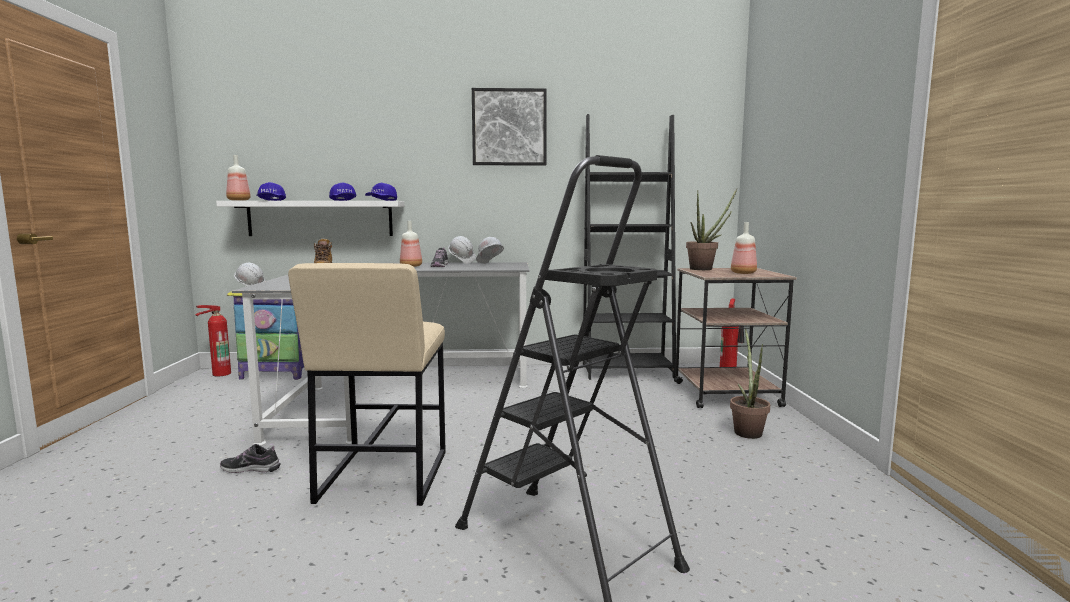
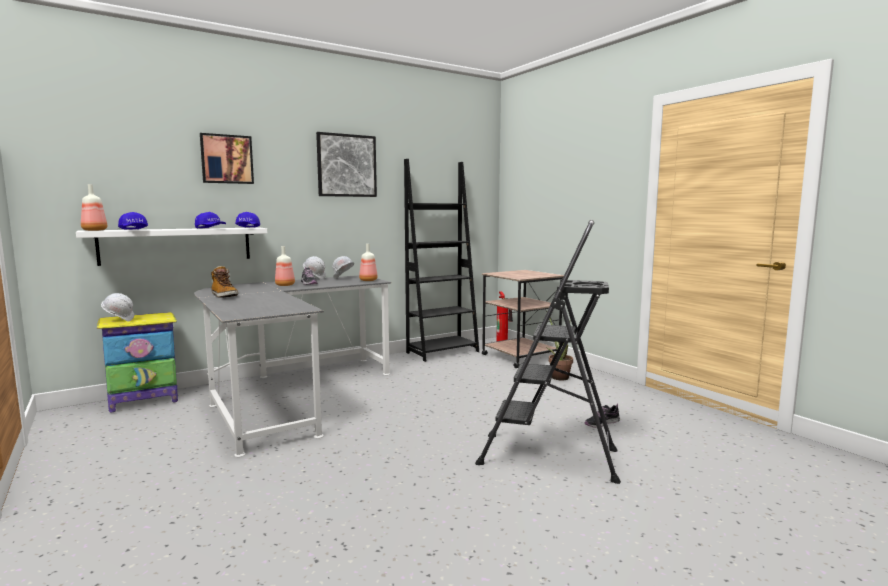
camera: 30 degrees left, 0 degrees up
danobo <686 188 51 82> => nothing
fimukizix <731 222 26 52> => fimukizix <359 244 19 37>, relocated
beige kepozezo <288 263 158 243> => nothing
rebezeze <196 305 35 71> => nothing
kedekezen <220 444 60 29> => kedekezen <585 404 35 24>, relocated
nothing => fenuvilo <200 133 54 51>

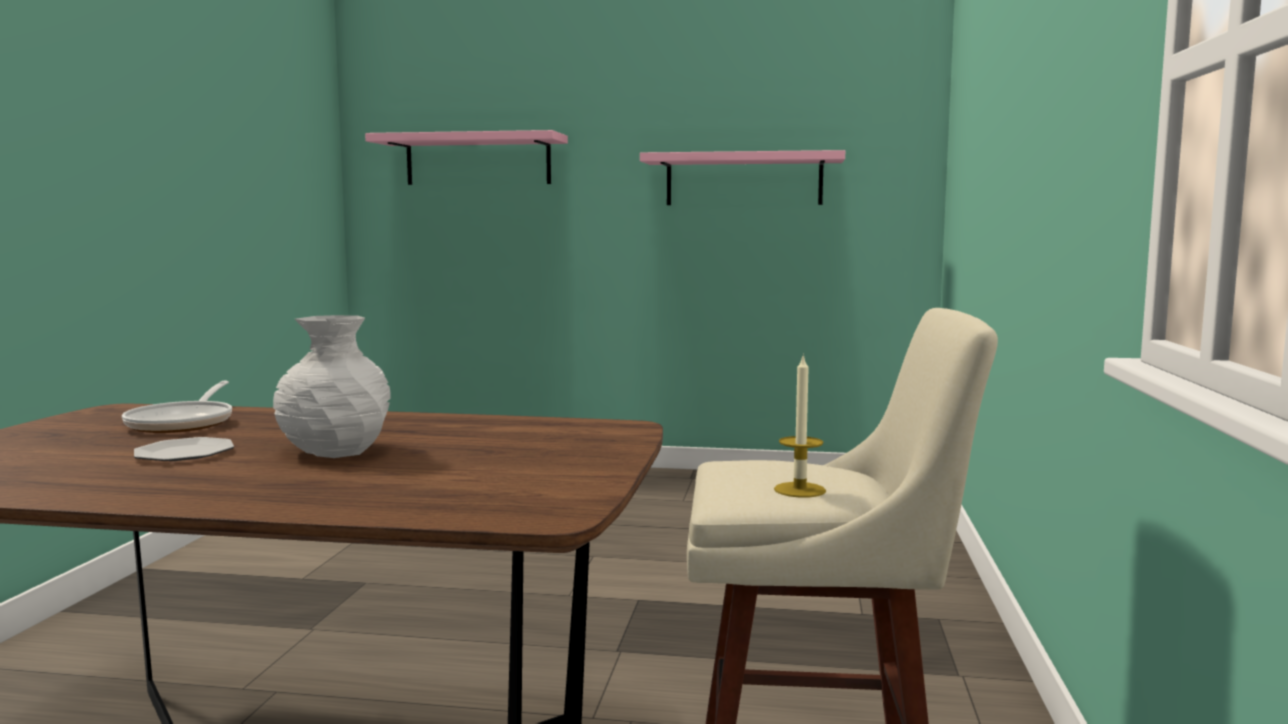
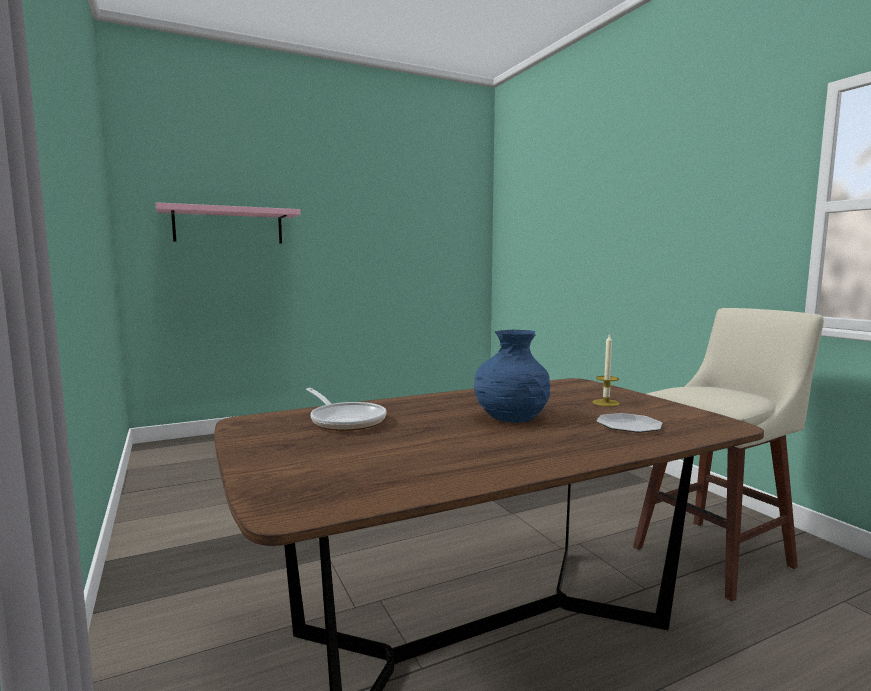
camera: 35 degrees left, 0 degrees up
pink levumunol <640 150 205 55> => nothing
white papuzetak <273 315 117 143> => blue papuzetak <474 330 76 93>
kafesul <774 354 52 144> => kafesul <593 333 27 74>, relocated
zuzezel <134 437 100 24> => zuzezel <596 413 66 20>, relocated

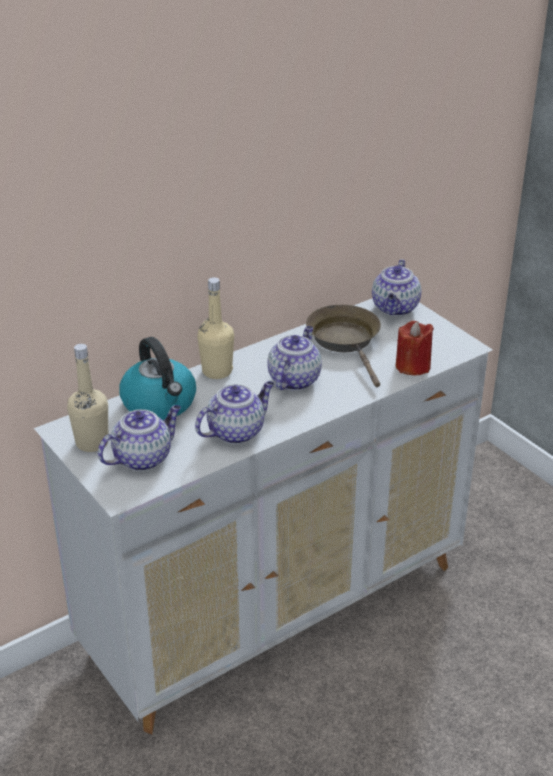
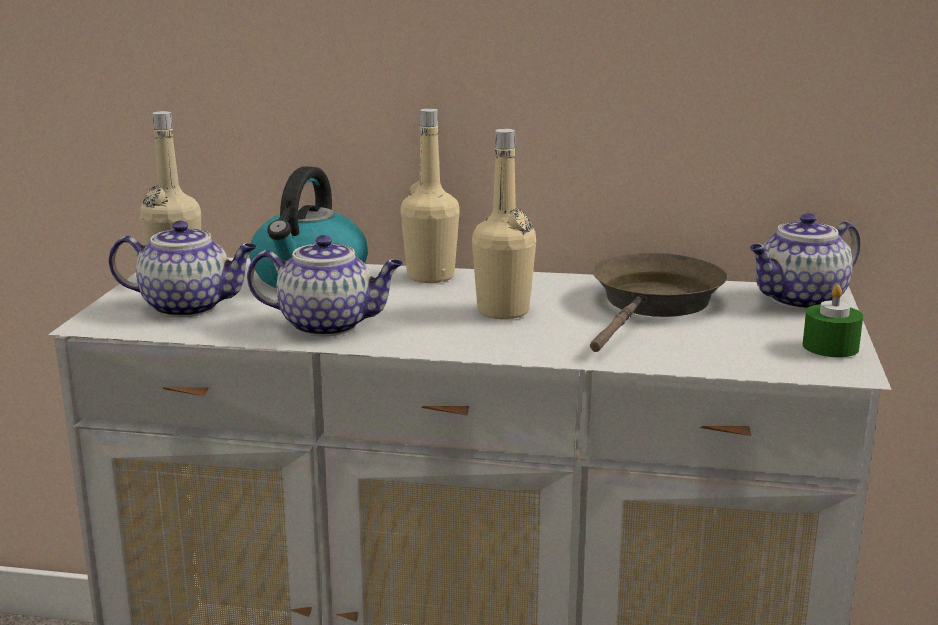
camera: 45 degrees right, 15 degrees down
red kafesul <395 321 39 55> => nothing
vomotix <267 326 55 65> => beige fimukizix <472 129 64 190>
nothing => green kafesul <802 285 61 72>

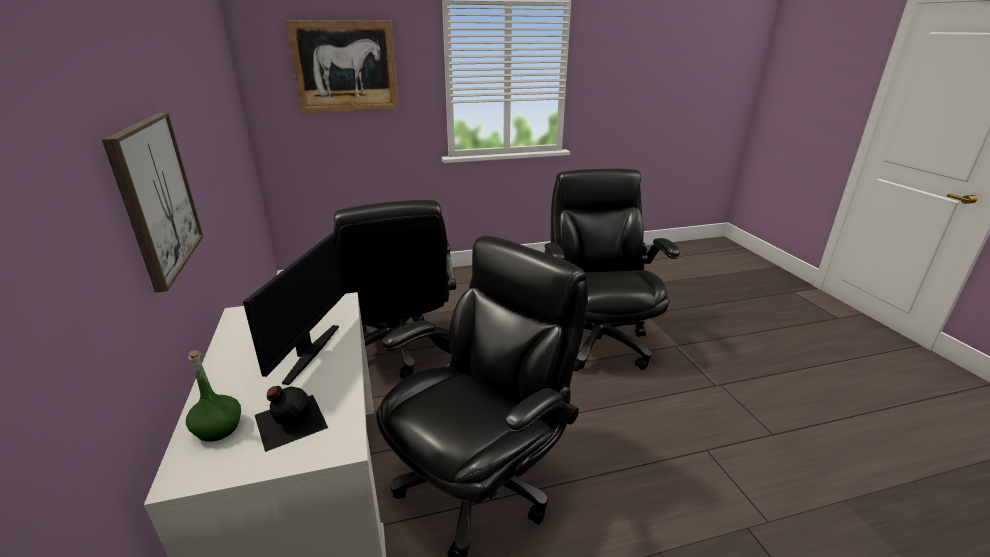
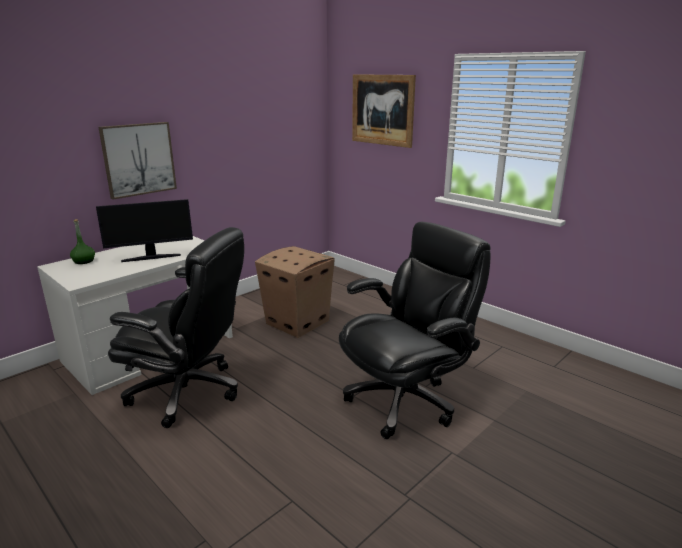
camera: 60 degrees right, 5 degrees down
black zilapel <333 200 123 179> => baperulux <255 246 80 92>
black fimukizix <255 386 73 66> => nothing

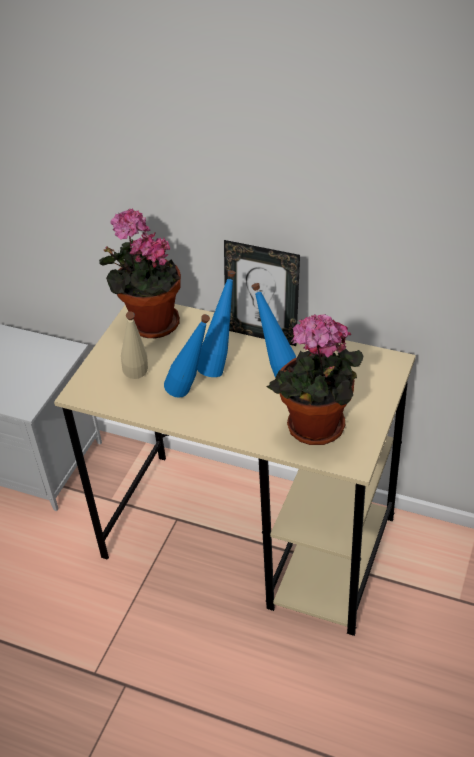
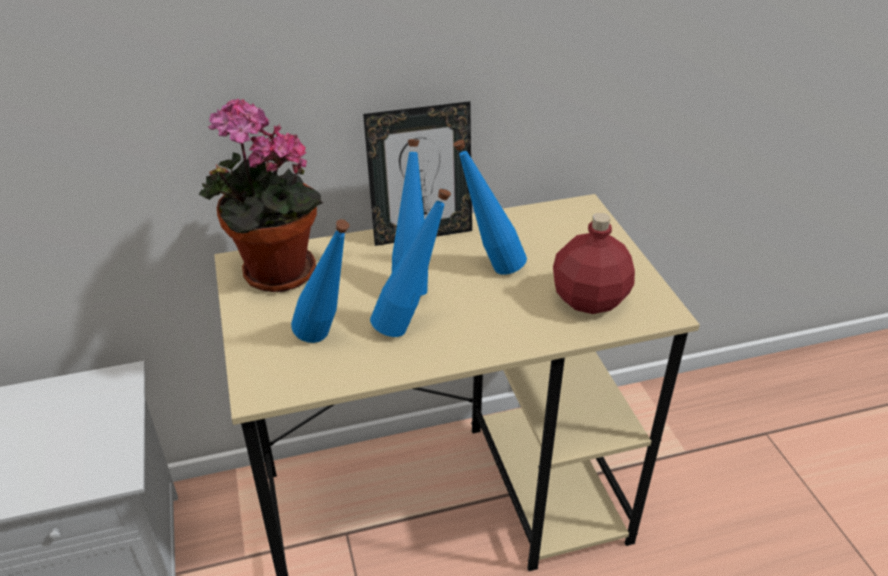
camera: 40 degrees left, 5 degrees down
beige fimukizix <121 311 27 68> => blue fimukizix <291 219 59 124>
danobo <267 314 96 131> => red fimukizix <553 212 82 102>

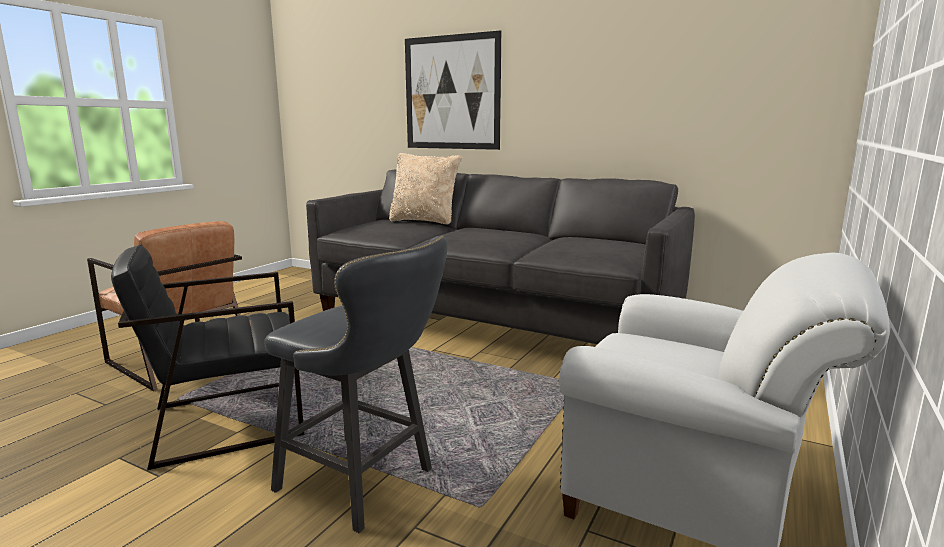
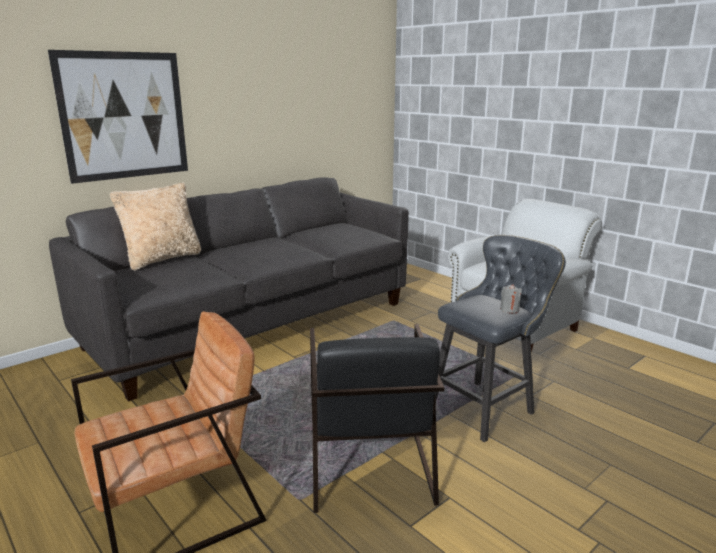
camera: 70 degrees left, 5 degrees up
nothing => grey kafesul <500 284 22 30>

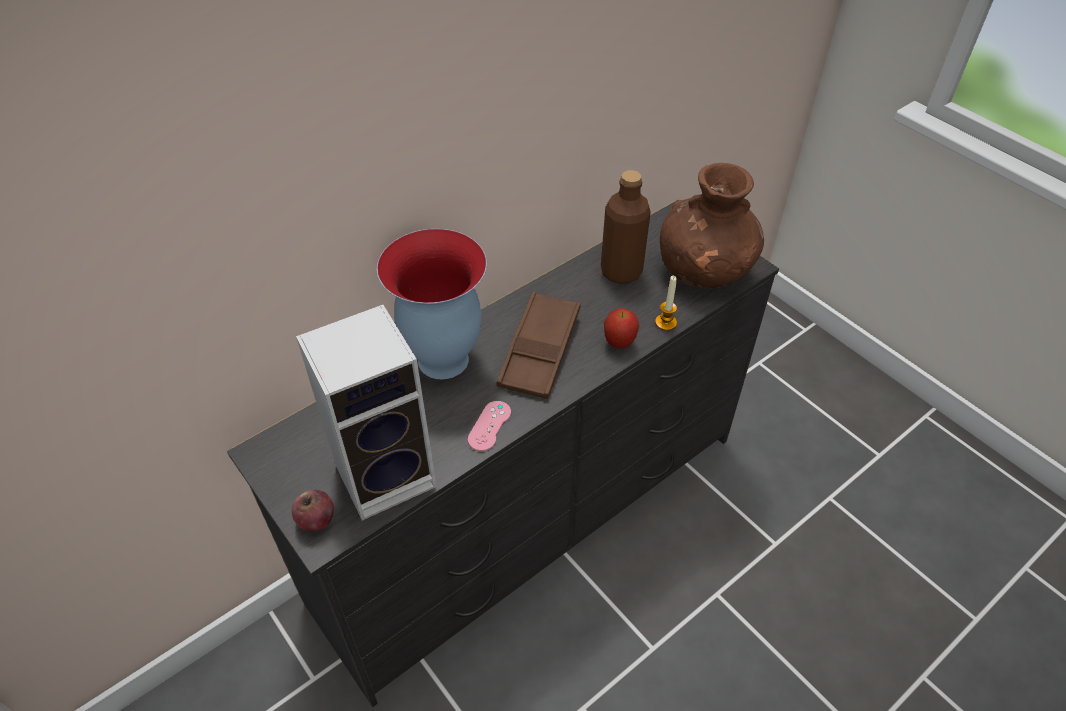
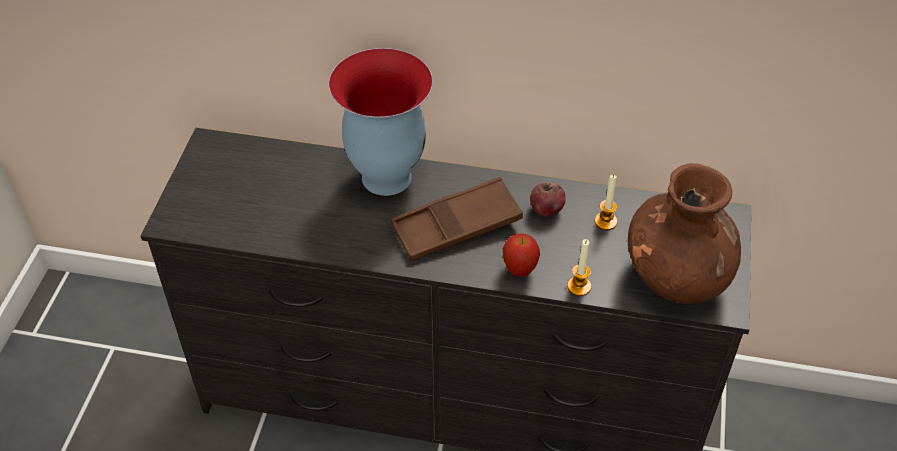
camera: 50 degrees right, 0 degrees up
brown fimukizix <601 170 50 114> => kafesul <595 175 22 55>
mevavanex <296 305 141 216> => nothing
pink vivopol <468 401 43 50> => nothing
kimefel <292 490 42 42> => kimefel <530 182 36 35>, relocated

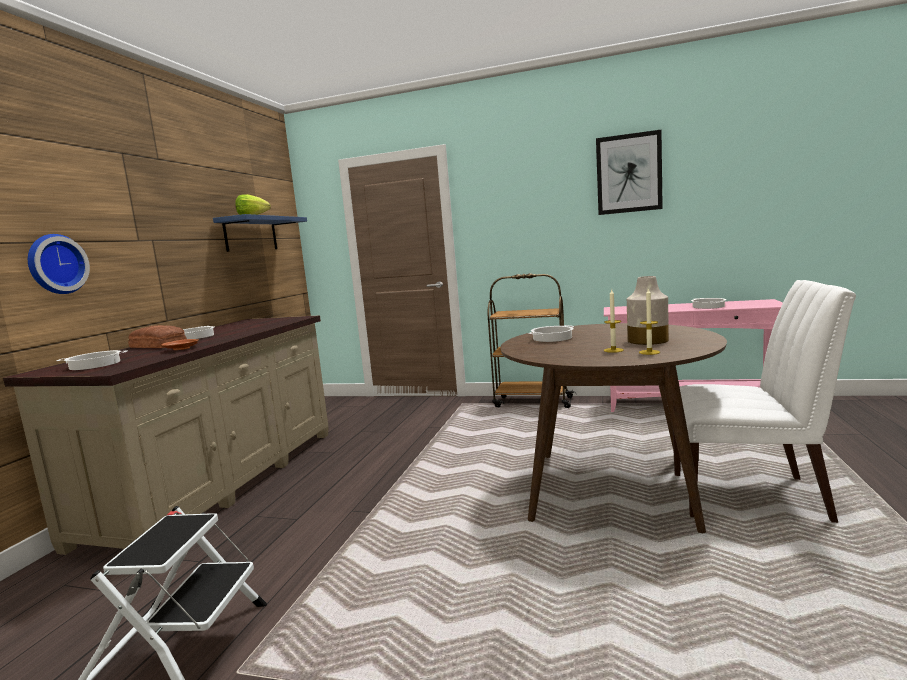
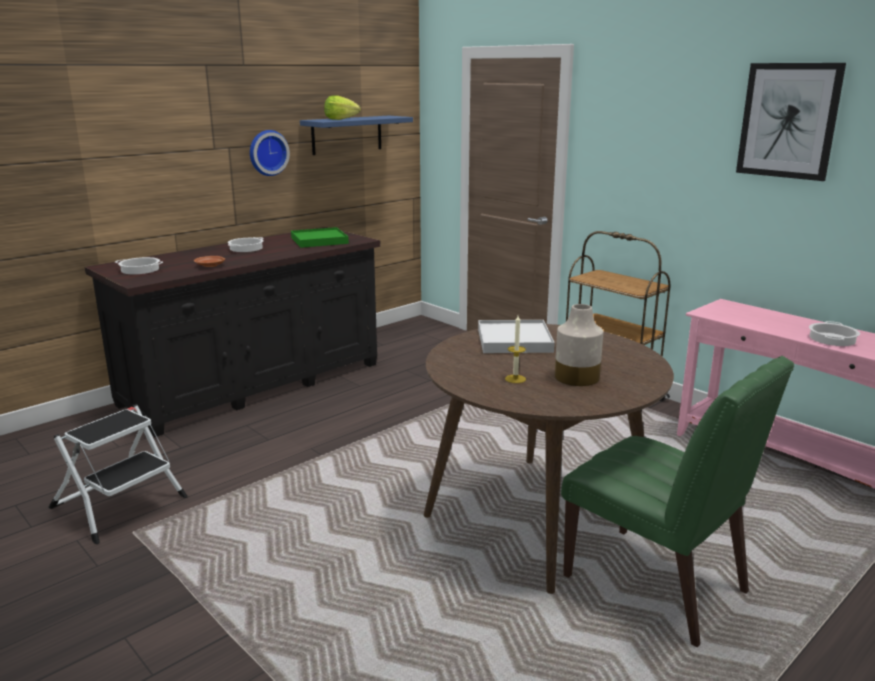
camera: 30 degrees right, 10 degrees up
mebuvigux <28 234 62 60> => mebuvigux <250 130 40 46>, relocated
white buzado <667 280 189 243> => green buzado <561 356 233 291>
kafesul <639 289 21 66> => nothing
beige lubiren <3 315 325 240> => black lubiren <85 227 296 210>
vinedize <128 325 59 23> => nothing
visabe <529 325 45 17> => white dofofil <478 320 77 33>
nothing => green dofofil <291 227 58 21>

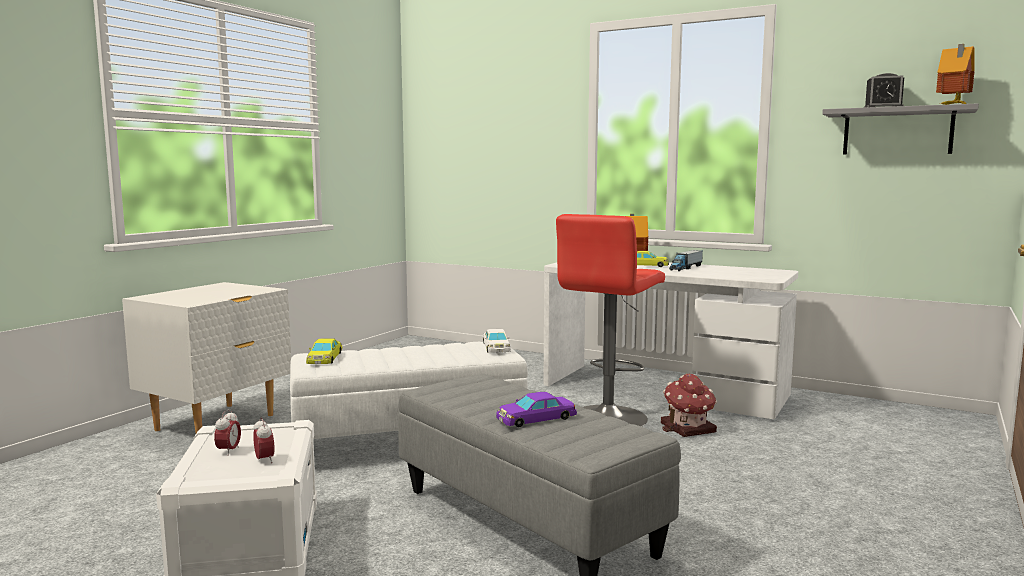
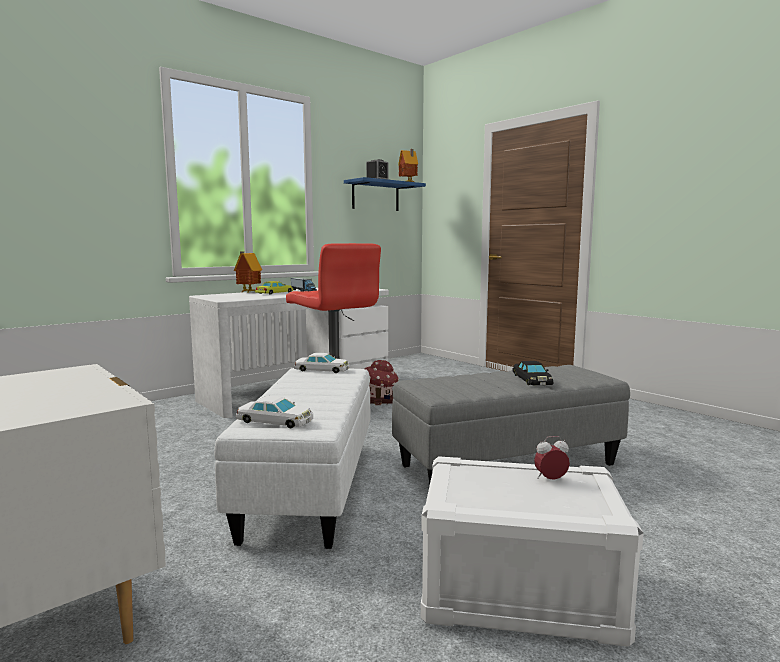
camera: 70 degrees left, 0 degrees up
grey levumunol <822 103 157 52> => blue levumunol <344 177 82 34>
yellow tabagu <306 338 36 26> => white tabagu <235 396 78 32>
purple tabagu <496 392 81 35> => black tabagu <512 361 42 24>
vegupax <214 409 27 47> => nothing

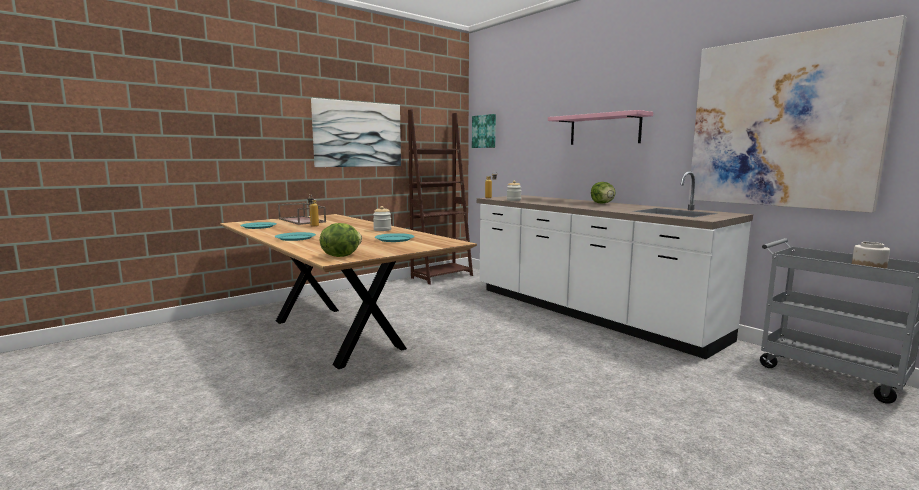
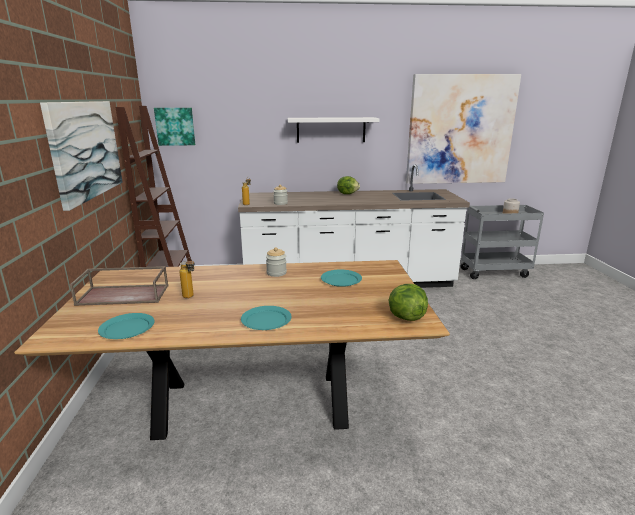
camera: 55 degrees left, 10 degrees up
pink levumunol <548 110 105 35> => white levumunol <288 117 91 26>

